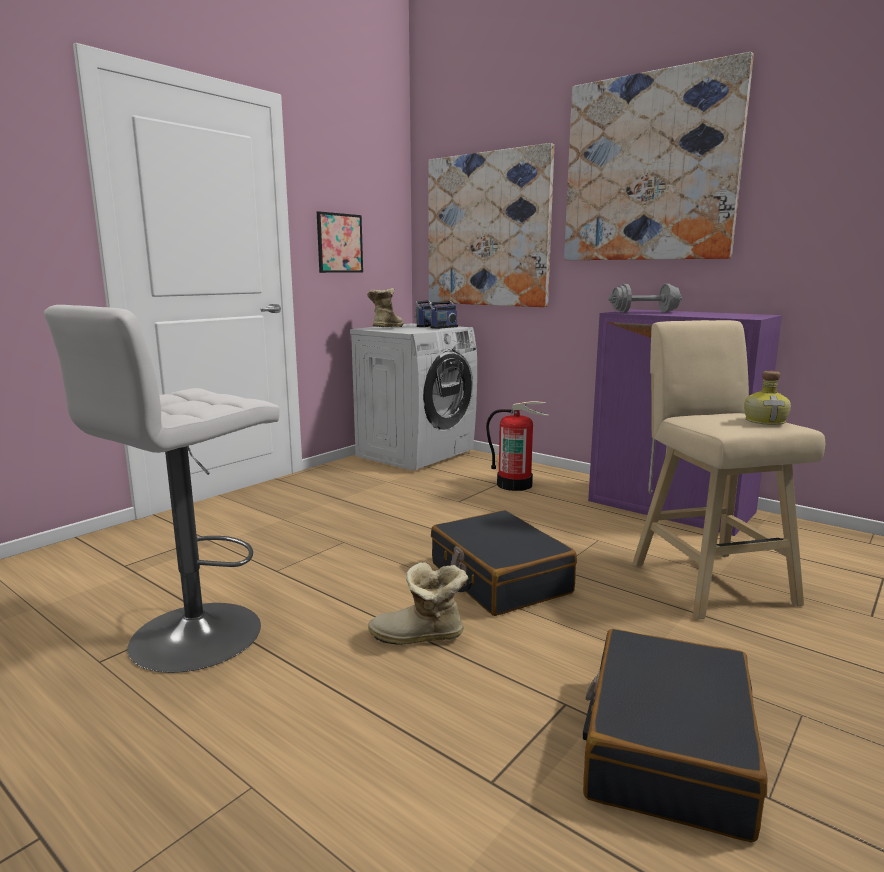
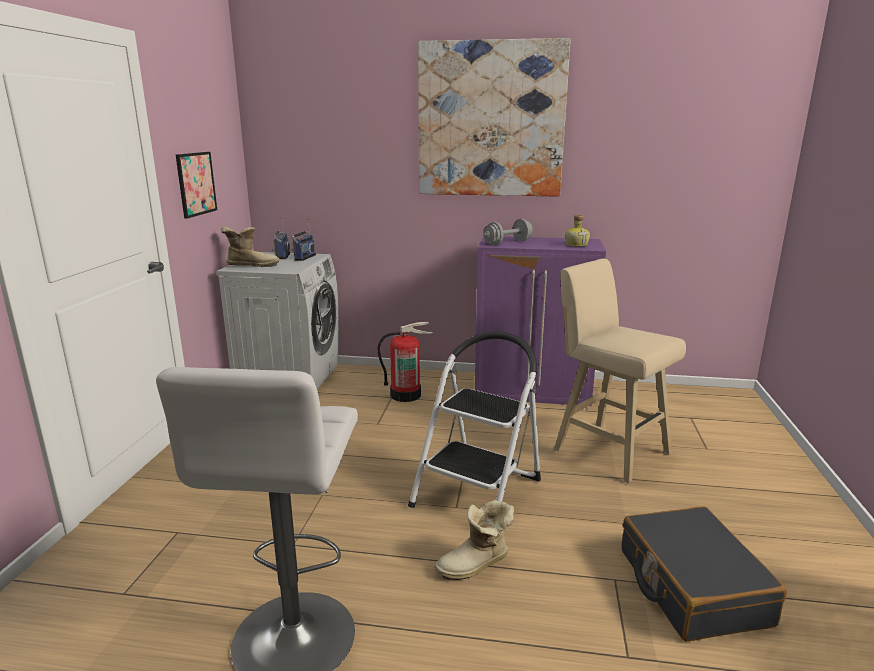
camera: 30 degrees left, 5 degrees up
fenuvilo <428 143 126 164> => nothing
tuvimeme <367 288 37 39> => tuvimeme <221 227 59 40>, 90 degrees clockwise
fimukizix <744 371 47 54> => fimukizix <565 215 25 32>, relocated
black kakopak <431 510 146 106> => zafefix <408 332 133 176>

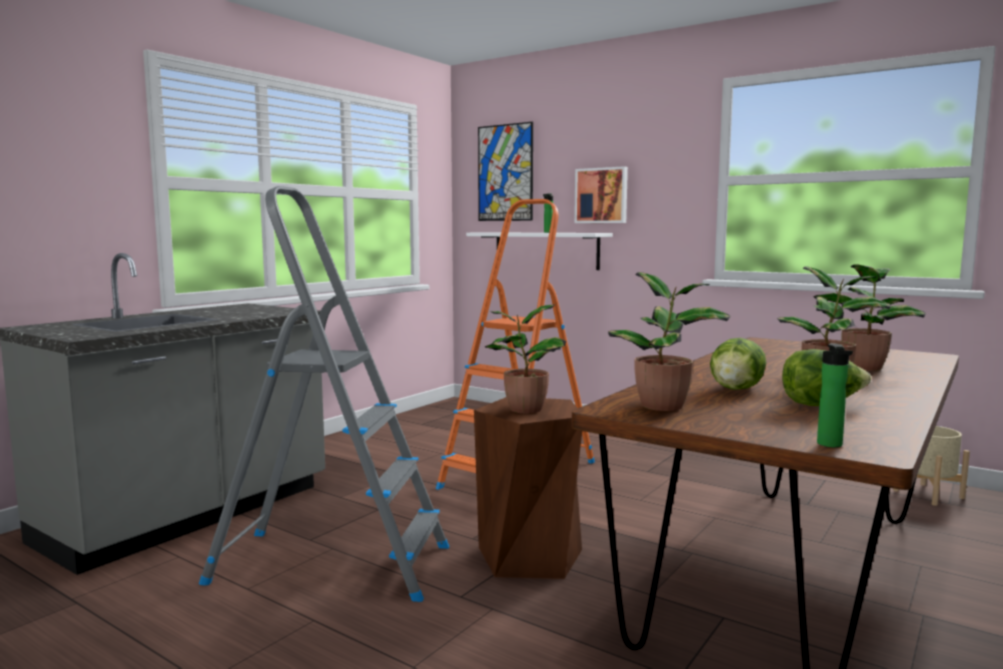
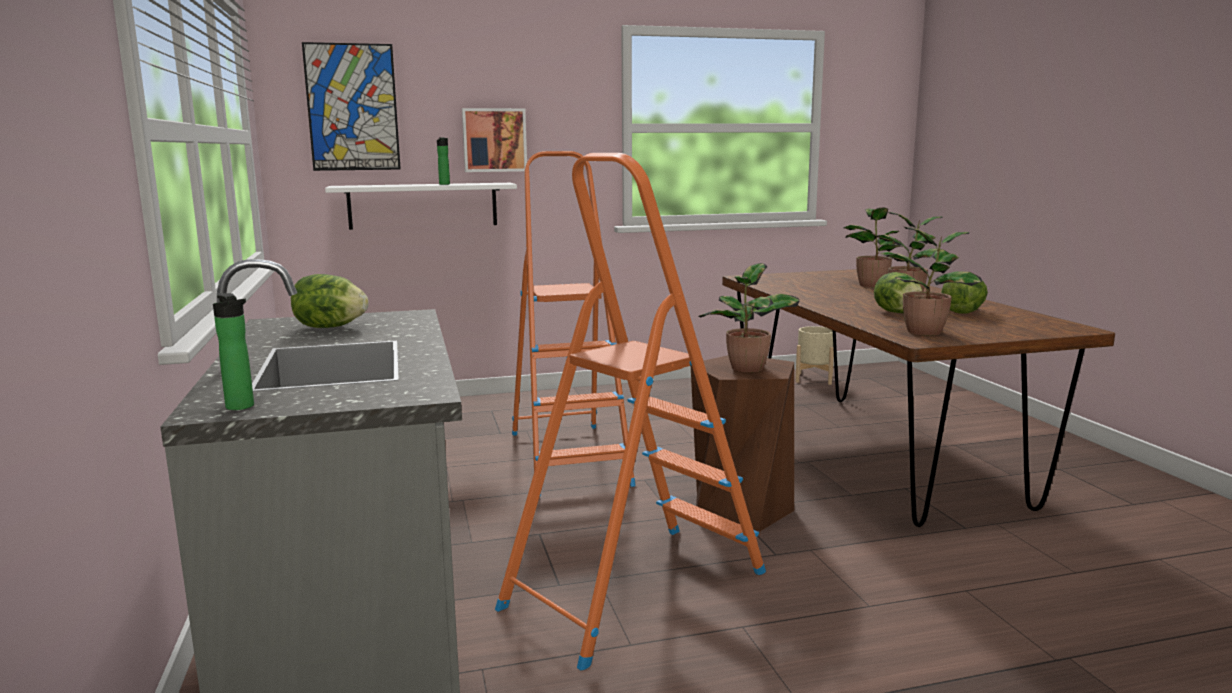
camera: 50 degrees left, 5 degrees up
grey zafefix <199 186 251 416> => orange zafefix <495 153 271 518>
fimukizix <817 343 36 104> => fimukizix <213 293 41 117>, relocated
nothing => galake <291 274 78 54>

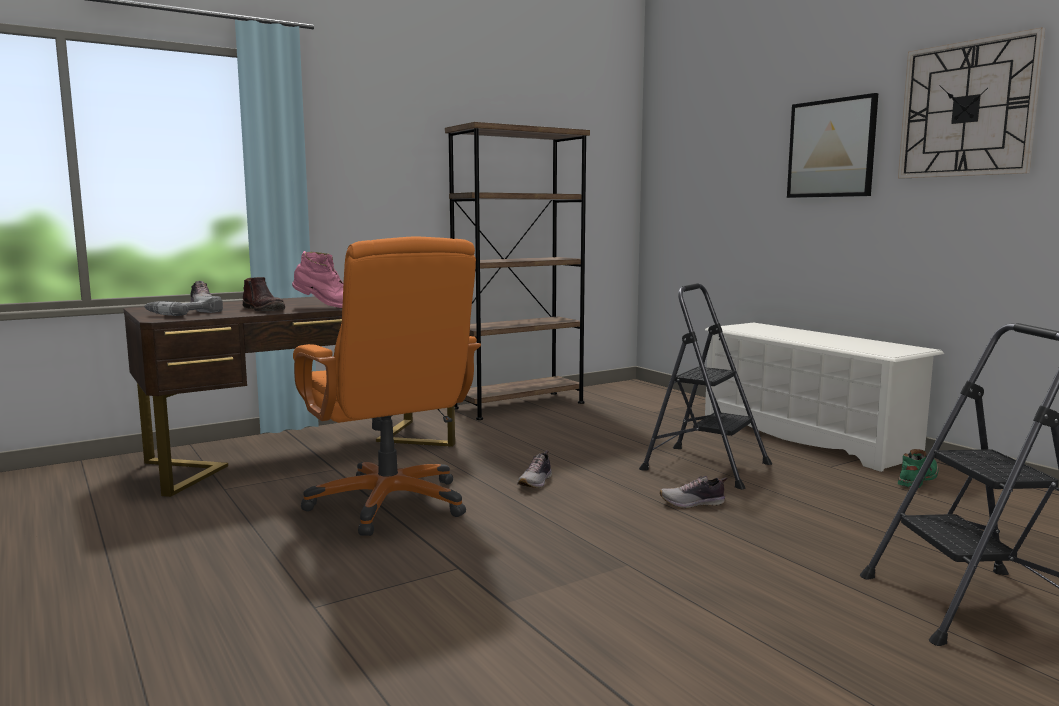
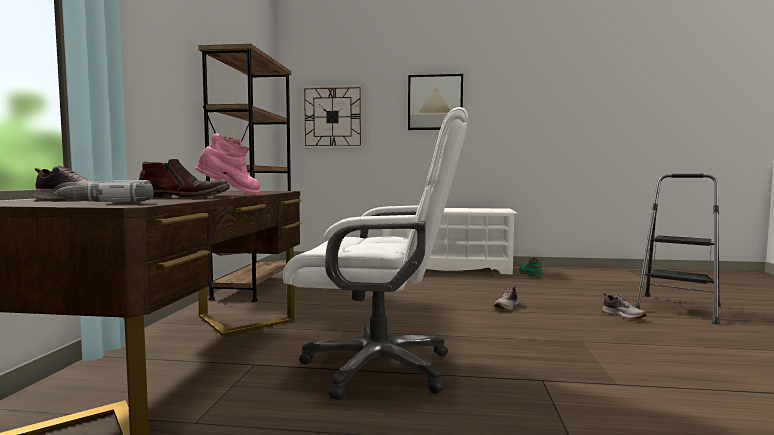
camera: 50 degrees left, 5 degrees down
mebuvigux <898 27 147 152> => mebuvigux <302 85 61 63>, relocated
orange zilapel <293 236 188 300> => white zilapel <282 107 186 293>
black zafefix <639 283 133 206> => nothing
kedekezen <517 450 35 38> => kedekezen <602 293 44 26>, relocated

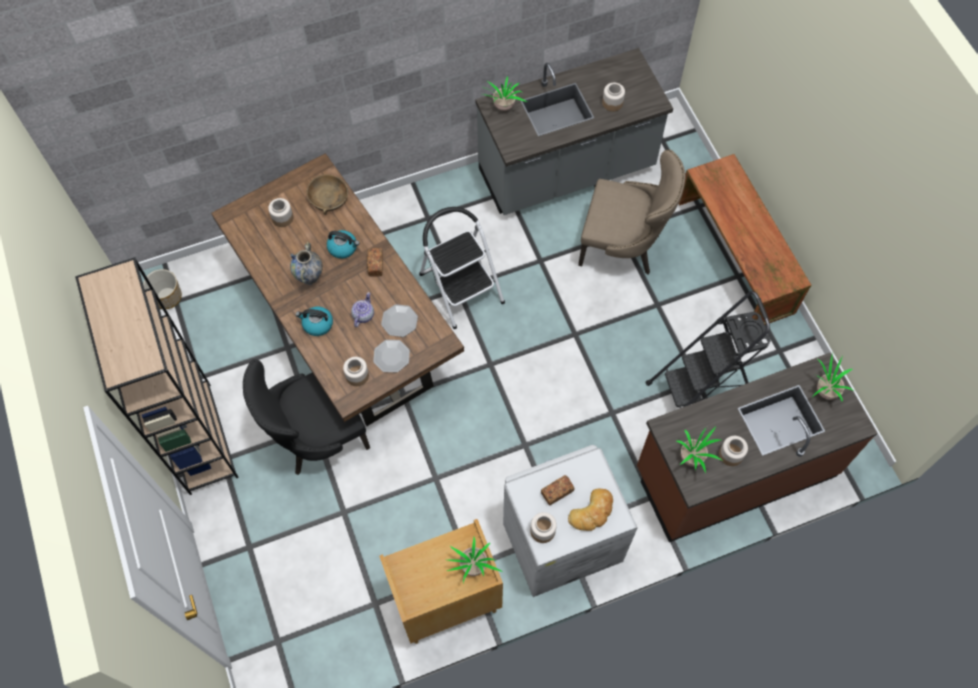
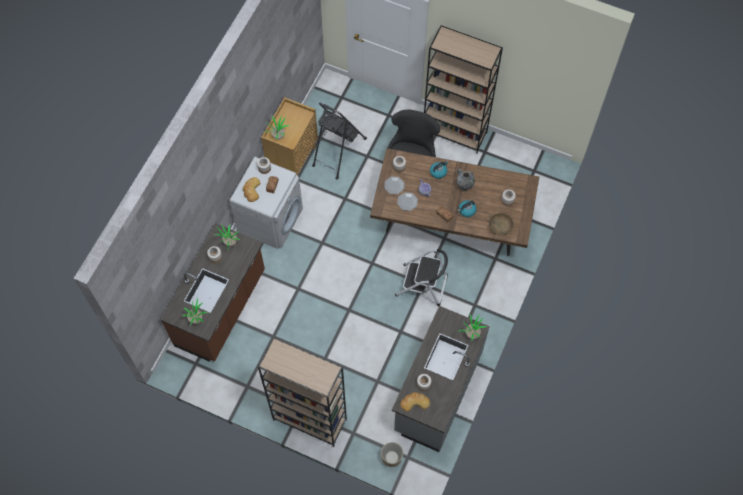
camera: 135 degrees right, 0 degrees up
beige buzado <578 149 108 125> => nothing
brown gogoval <679 154 133 171> => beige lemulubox <258 337 89 110>
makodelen <143 269 39 40> => makodelen <381 442 22 25>, relocated
zafefix <646 291 125 117> => zafefix <312 103 55 77>, relocated
nothing => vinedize <400 392 30 20>

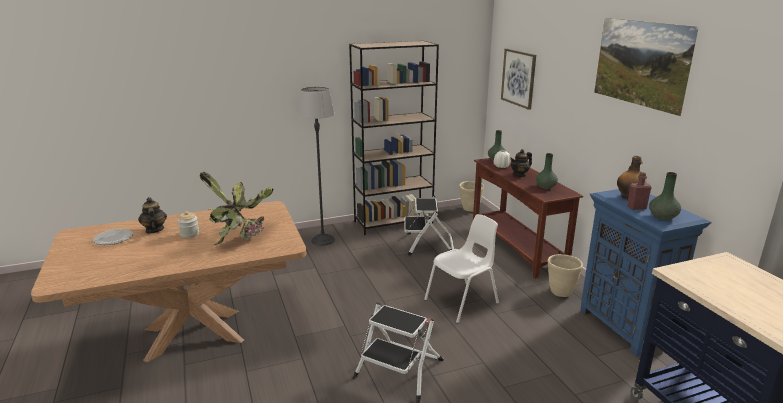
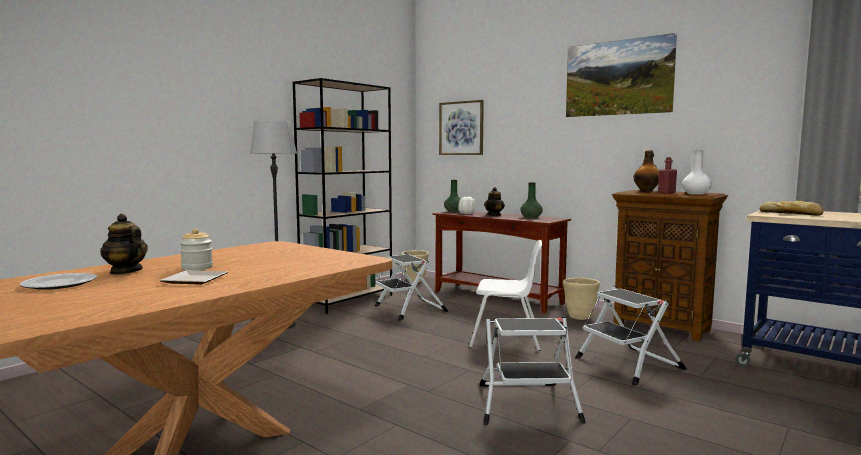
camera: 30 degrees left, 15 degrees down
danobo <200 172 73 73> => nothing
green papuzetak <649 172 32 48> => white papuzetak <682 150 30 45>
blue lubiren <581 189 131 167> => brown lubiren <612 190 116 152>
white buzado <424 214 75 109> => white buzado <469 240 73 111>, 75 degrees clockwise
nothing => vinedize <760 201 63 14>
nothing => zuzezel <159 270 69 15>
nothing => zafefix <575 286 112 99>

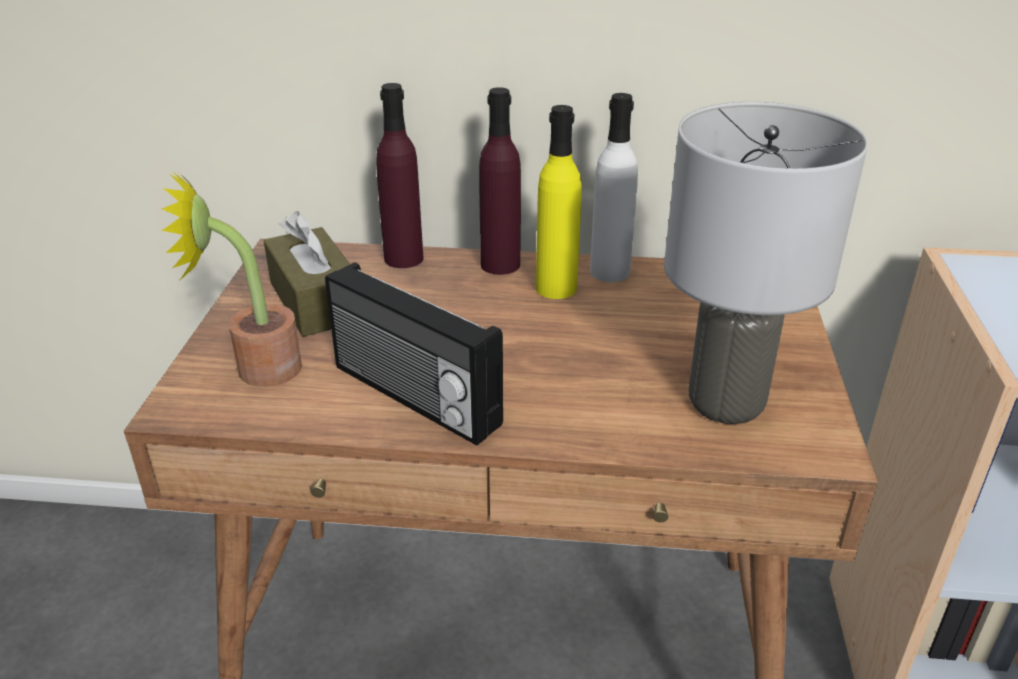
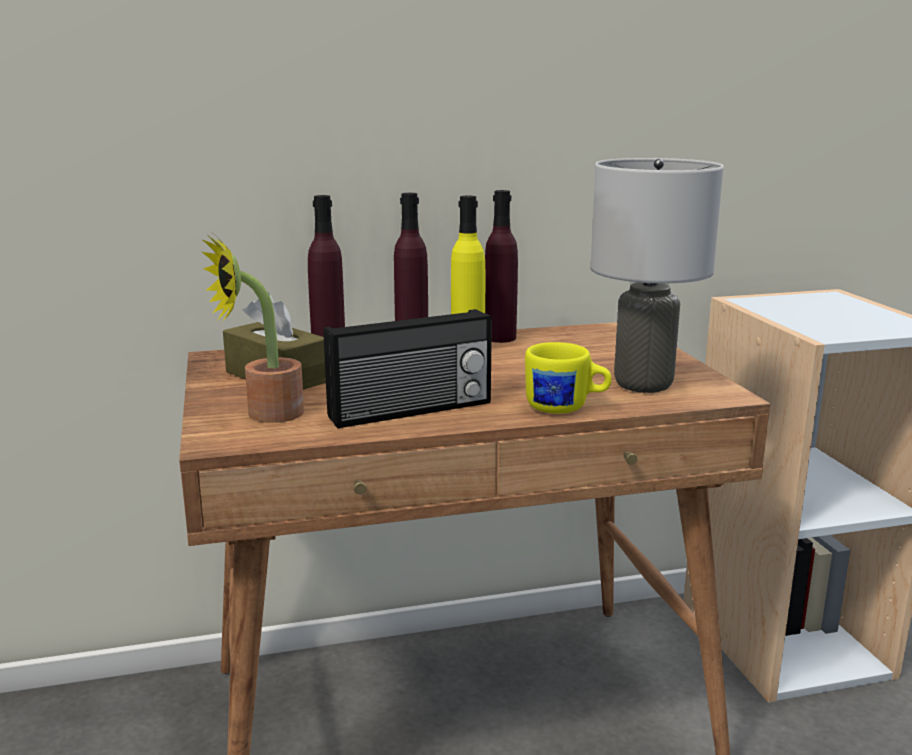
camera: 20 degrees left, 15 degrees down
white fimukizix <590 93 48 189> => purple fimukizix <485 190 33 153>
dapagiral <325 262 178 184> => dapagiral <324 309 168 119>, 45 degrees counterclockwise
nothing => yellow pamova <525 342 87 72>

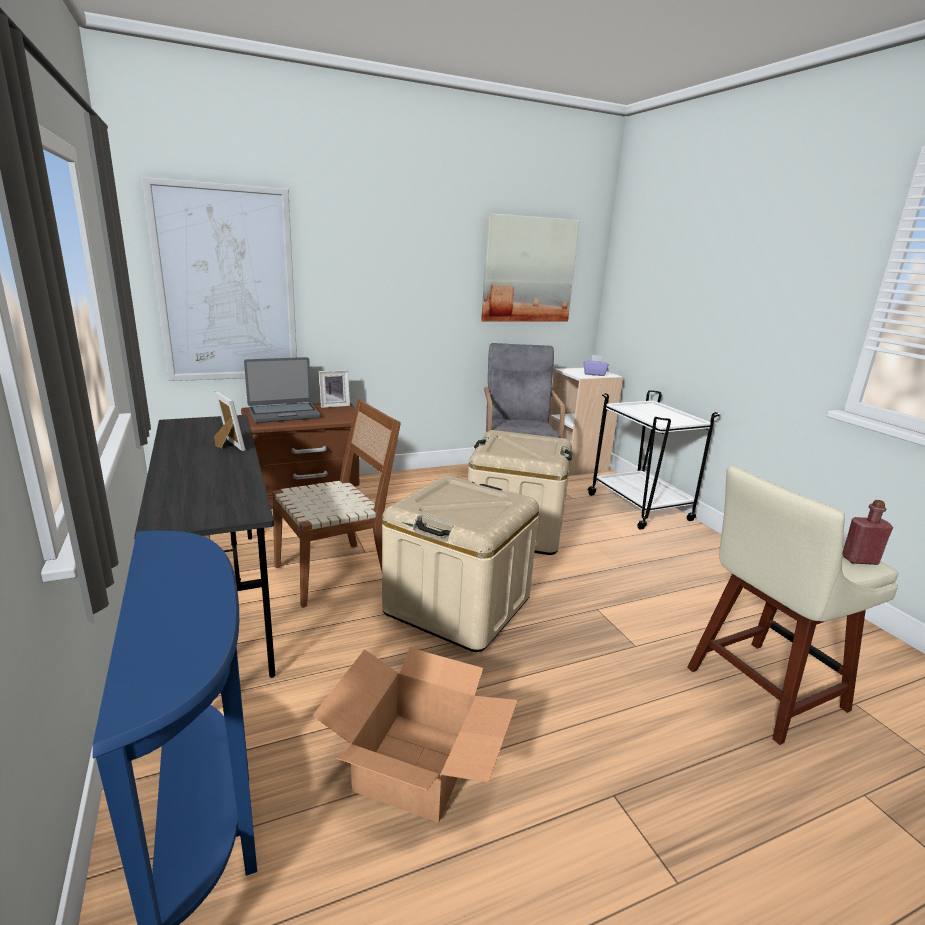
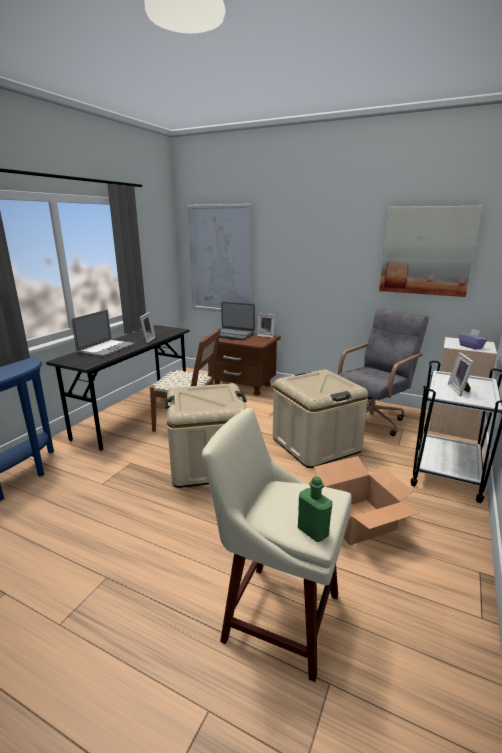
camera: 50 degrees right, 0 degrees up
red fimukizix <843 500 50 65> => green fimukizix <298 476 35 66>
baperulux <312 648 206 175> => baperulux <314 456 106 89>, relocated
nothing => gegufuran <71 310 65 47>
nothing => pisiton <447 352 27 45>

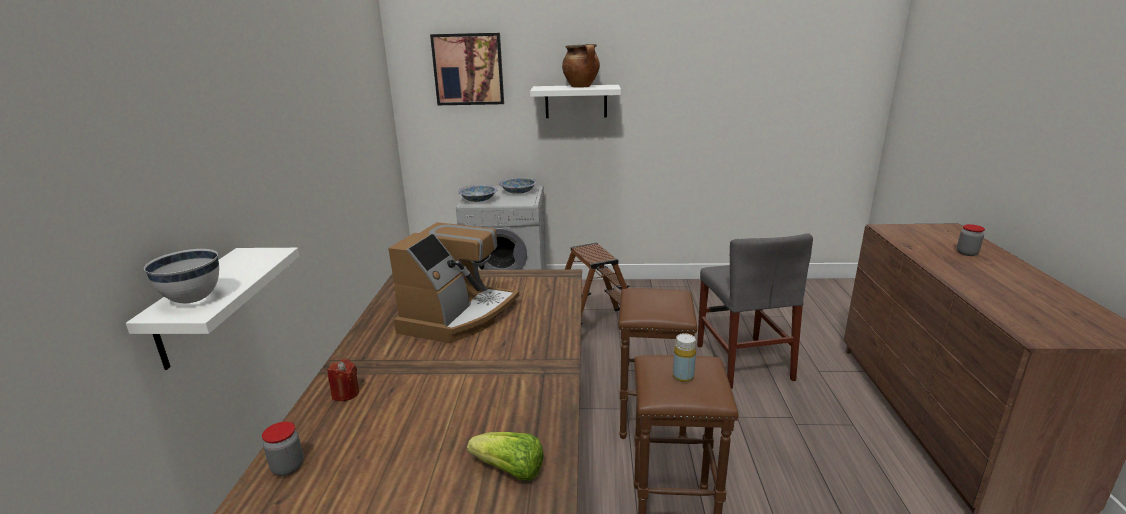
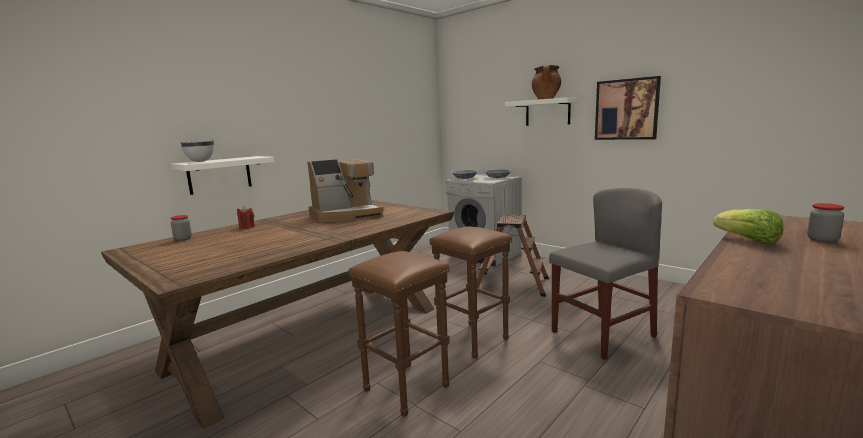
camera: 40 degrees right, 10 degrees down
fenuvilo <430 33 74 72> => fenuvilo <595 76 66 64>, relocated
grey buzado <697 233 116 156> => grey buzado <549 188 113 172>, 150 degrees counterclockwise
yellow fimukizix <673 333 23 49> => nothing
galake <467 432 77 49> => galake <713 209 70 36>, relocated

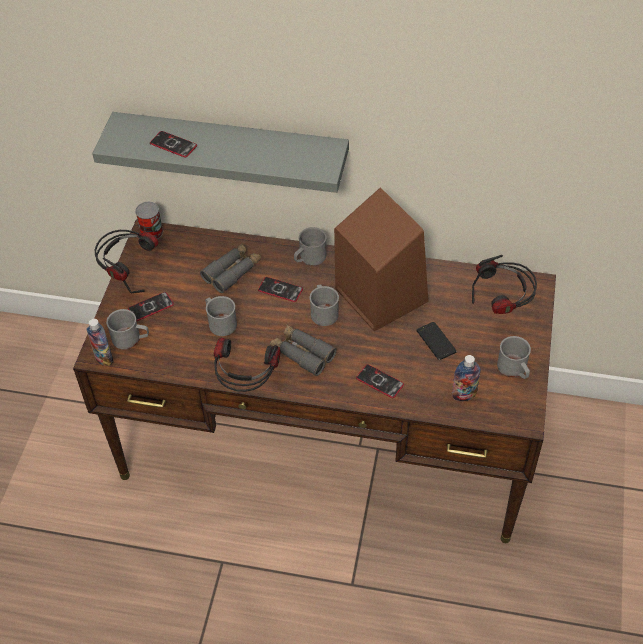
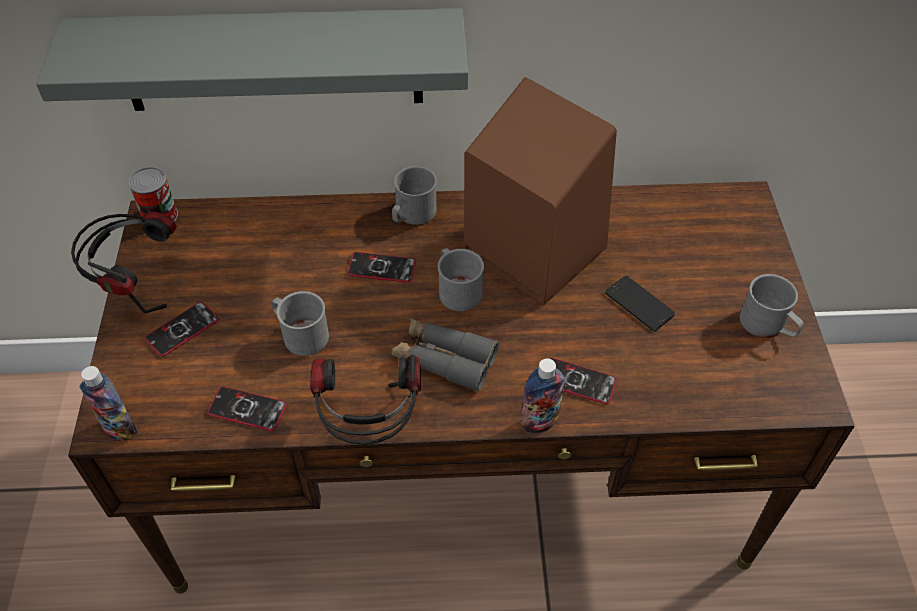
camera: 15 degrees left, 0 degrees up
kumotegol <150 131 47 27> => kumotegol <207 387 80 44>, relocated
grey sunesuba <200 243 61 50> => nothing
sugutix <472 255 65 59> => nothing
grey pamova <106 309 43 40> => nothing
fimukizix <452 355 29 46> => fimukizix <521 359 44 74>, relocated

